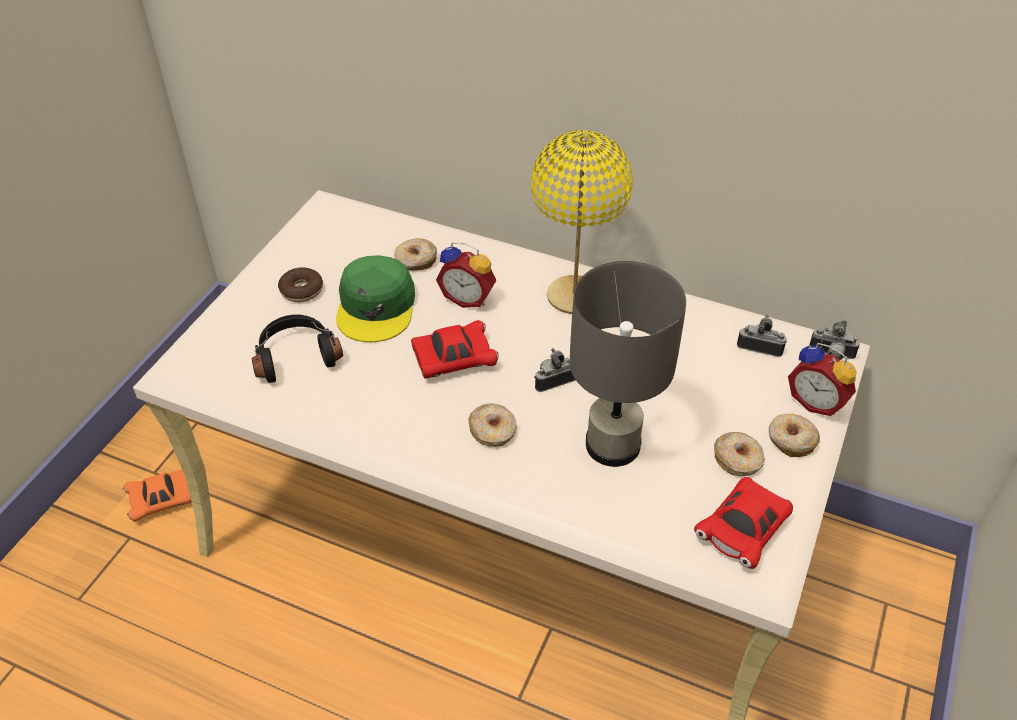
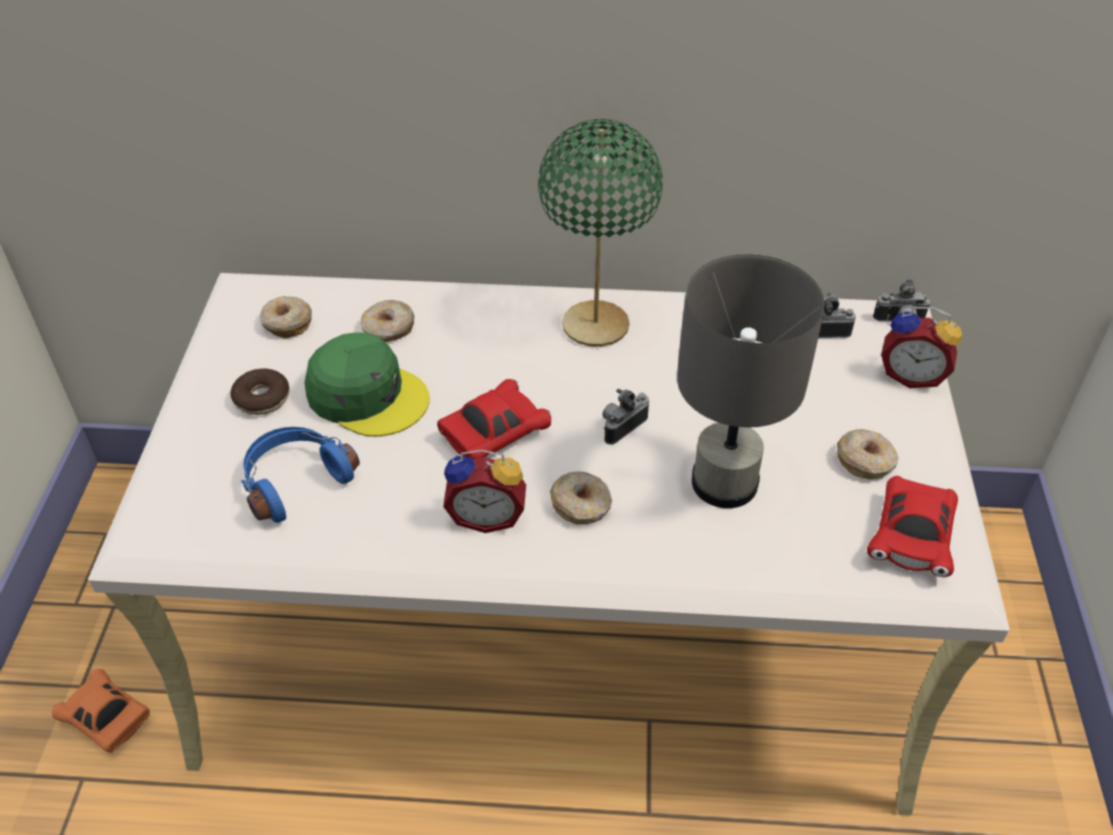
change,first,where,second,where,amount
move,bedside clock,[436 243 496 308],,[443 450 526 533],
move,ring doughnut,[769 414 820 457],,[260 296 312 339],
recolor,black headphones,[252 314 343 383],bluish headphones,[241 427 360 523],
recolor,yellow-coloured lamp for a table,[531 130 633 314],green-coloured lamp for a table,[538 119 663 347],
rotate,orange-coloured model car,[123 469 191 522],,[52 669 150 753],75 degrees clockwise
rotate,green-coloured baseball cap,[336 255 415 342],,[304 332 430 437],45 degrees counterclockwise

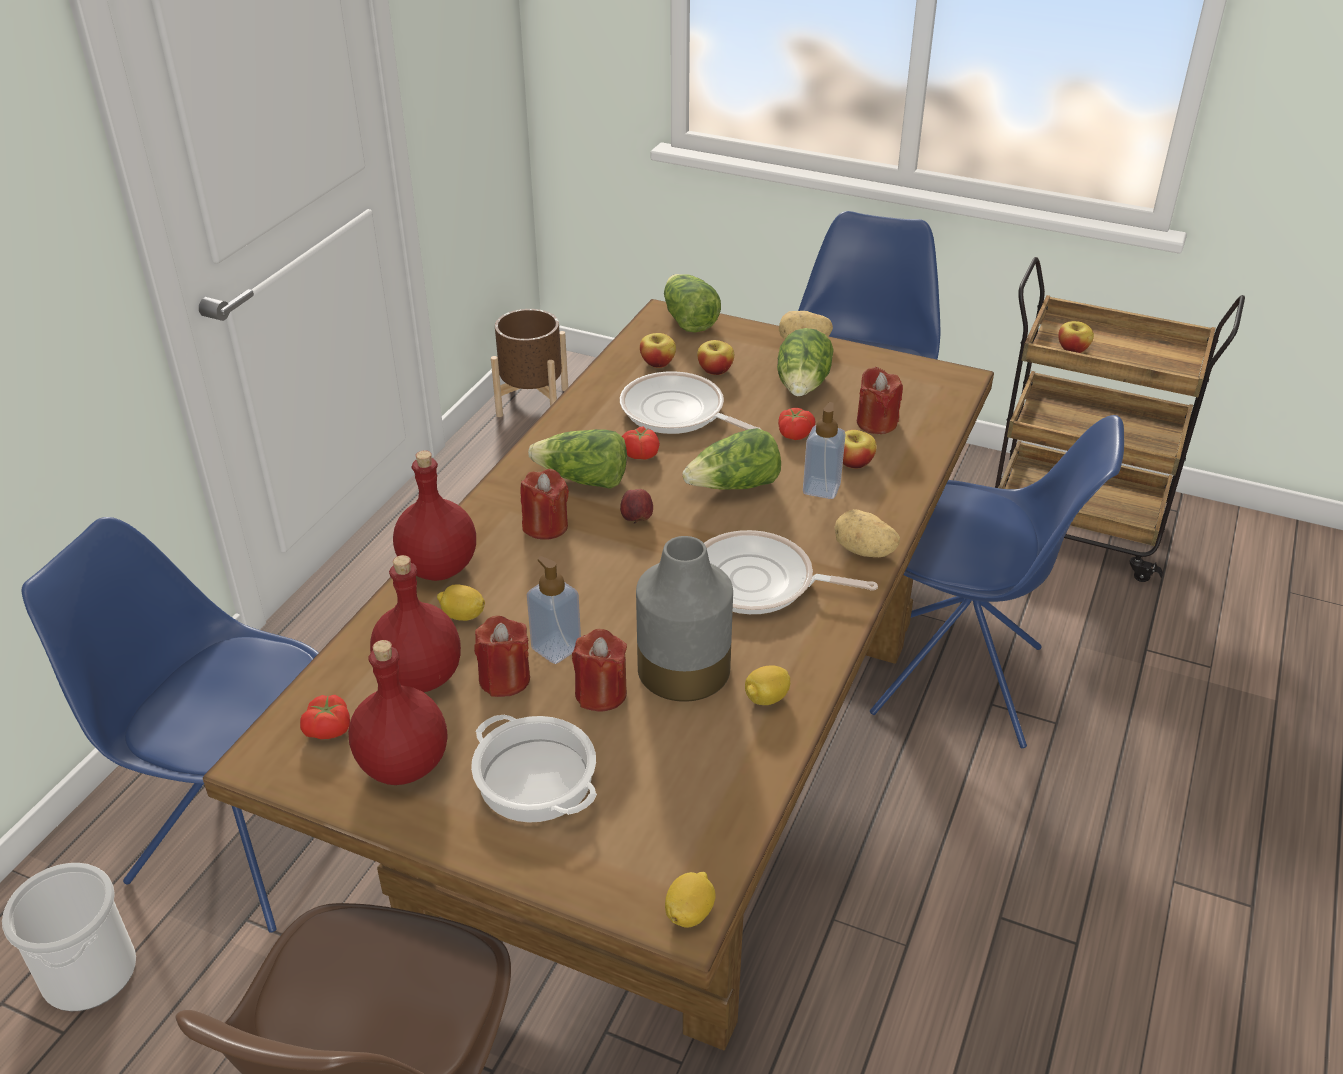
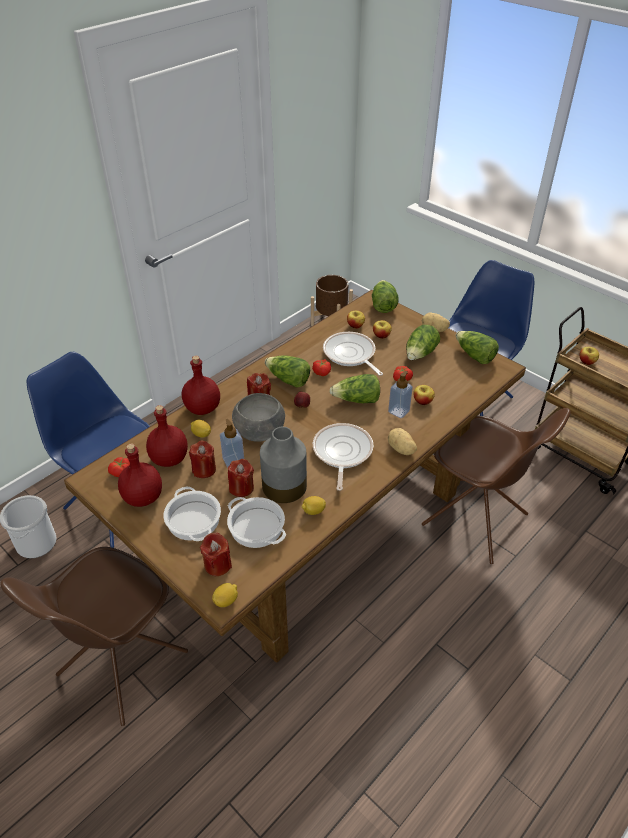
change,first,where,second,where,amount
insert,,,cooking pot,[227 497 286 548],
insert,,,grey deep dish,[232 393 285 442],
insert,,,lettuce head,[456 331 499 364],
move,reddish wax light,[857 367 903 434],,[200 533 232 576],
recolor,bluish upright chair,[870 415 1124 748],brown upright chair,[422 408 571 564],
rotate,frying pan,[704 530 878 614],,[313 423 373 491],60 degrees clockwise

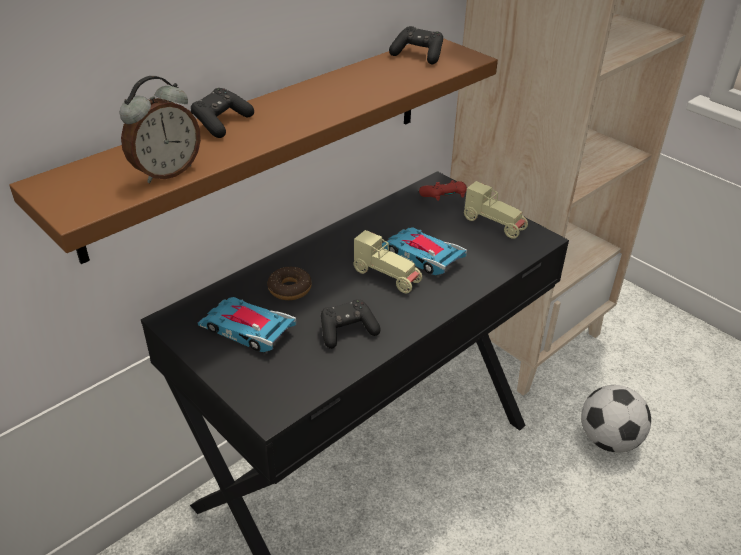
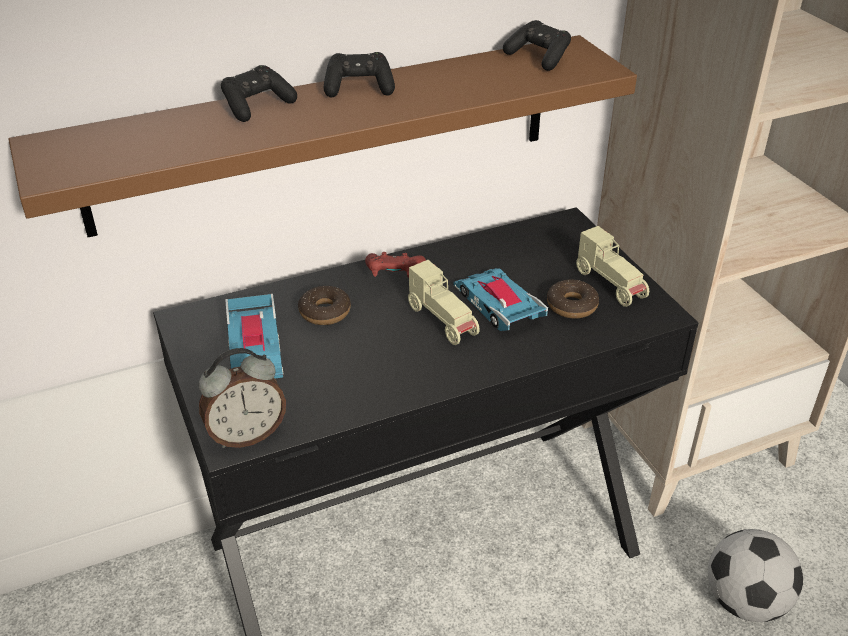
change,first,where,second,where,amount
insert,,,ring doughnut,[547 279 599 319],
move,bedside clock,[119 76 201 183],,[198 348 286 448],
move,black game controller,[321 299 380 349],,[324 52 395 97],
move,reddish game controller,[419 180 467 201],,[365 252 426 278],
rotate,model car,[198 297 296 352],,[225 294 283 378],150 degrees counterclockwise

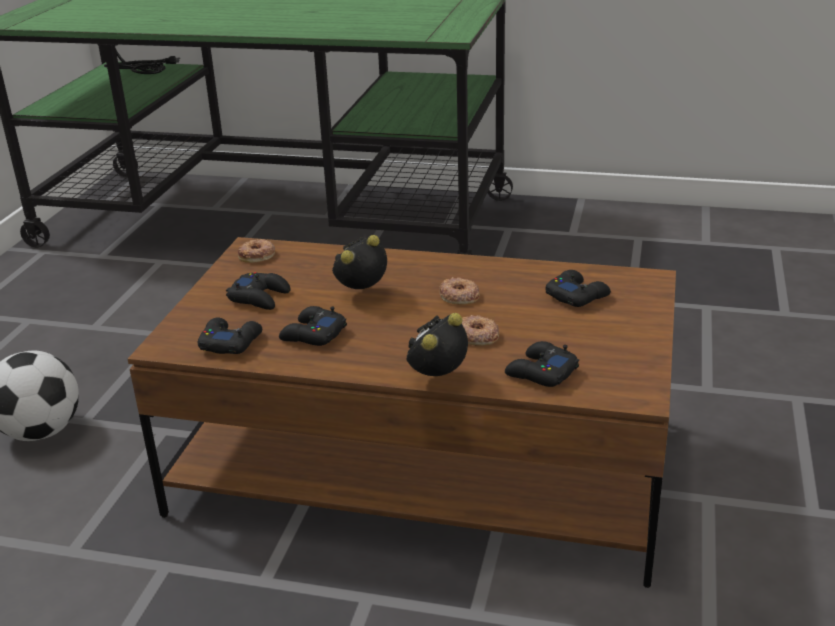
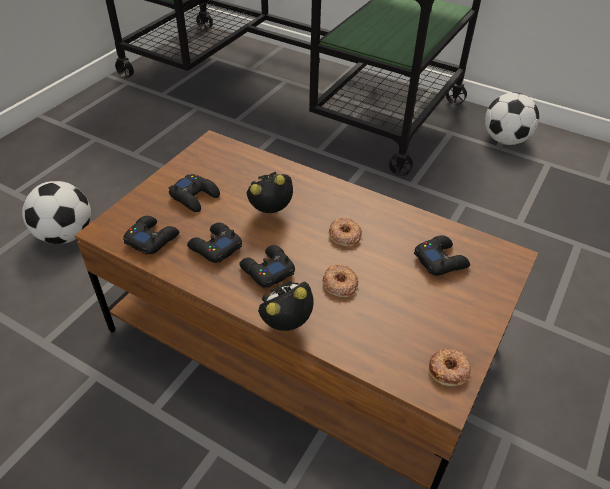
change,first,where,second,where,amount
insert,,,football ball,[485 92 539 145],
move,ring doughnut,[238 239 275 263],,[429 348 471 386],
move,black game controller,[505 341 579 387],,[239 245 295 288],

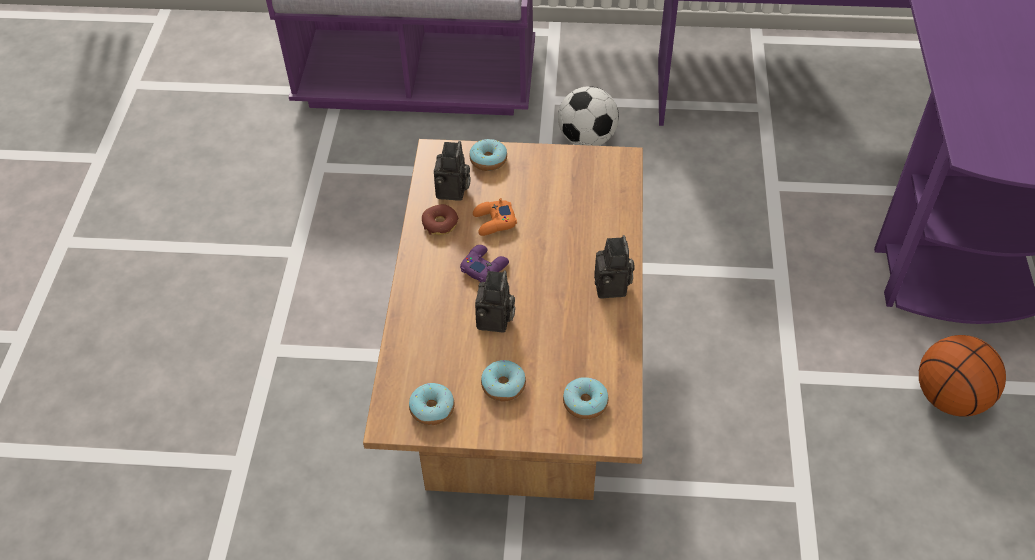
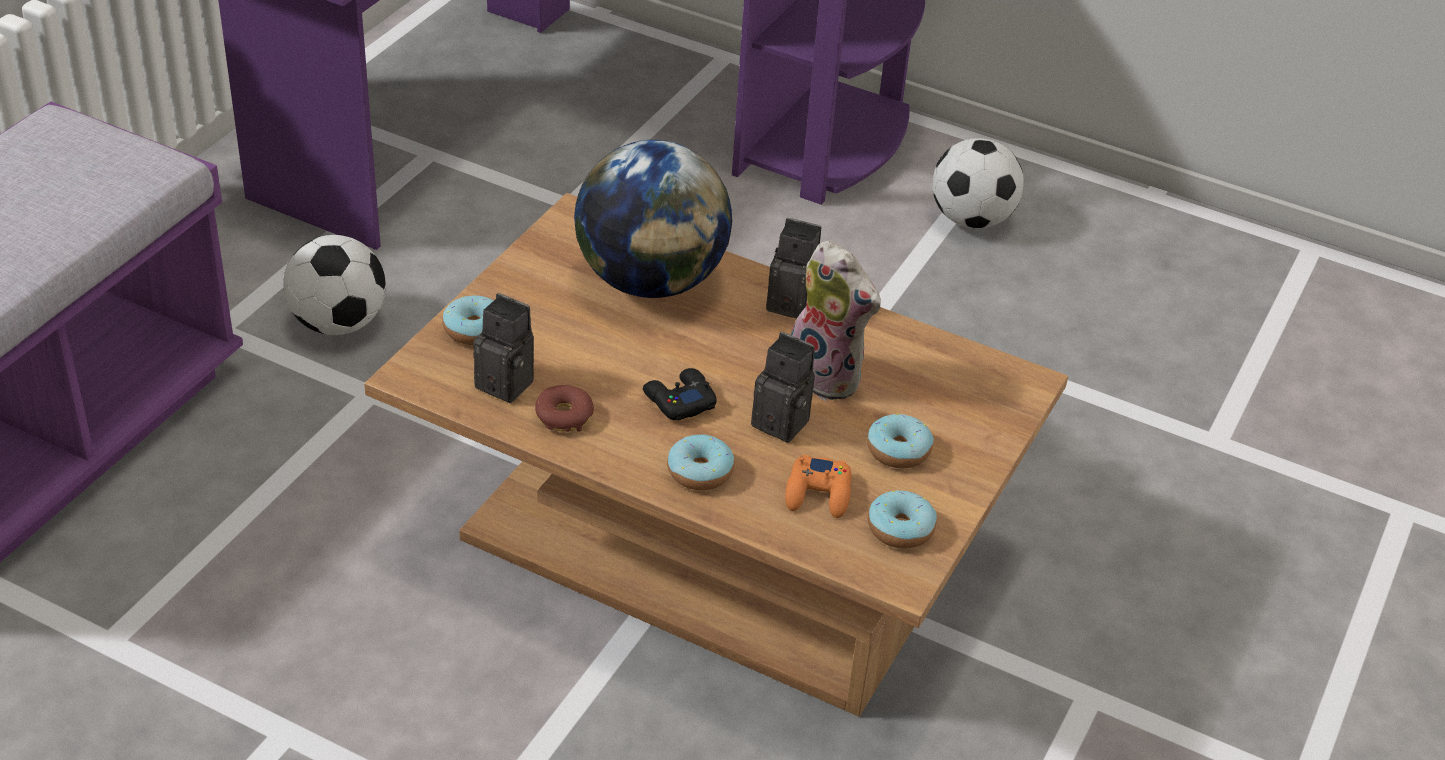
change,first,where,second,where,amount
insert,,,globe,[574 140 732 298],
insert,,,plush toy,[791 240 881 401],
move,orange-coloured game controller,[473 198 517 236],,[785 455 851 518],
move,ring doughnut,[563 377 608 419],,[667 434 734 490],
replace,basketball ball,[919 335 1006 417],football ball,[933 138 1023 229],
recolor,purple game controller,[460 245 509 282],black game controller,[643 368 717 421],

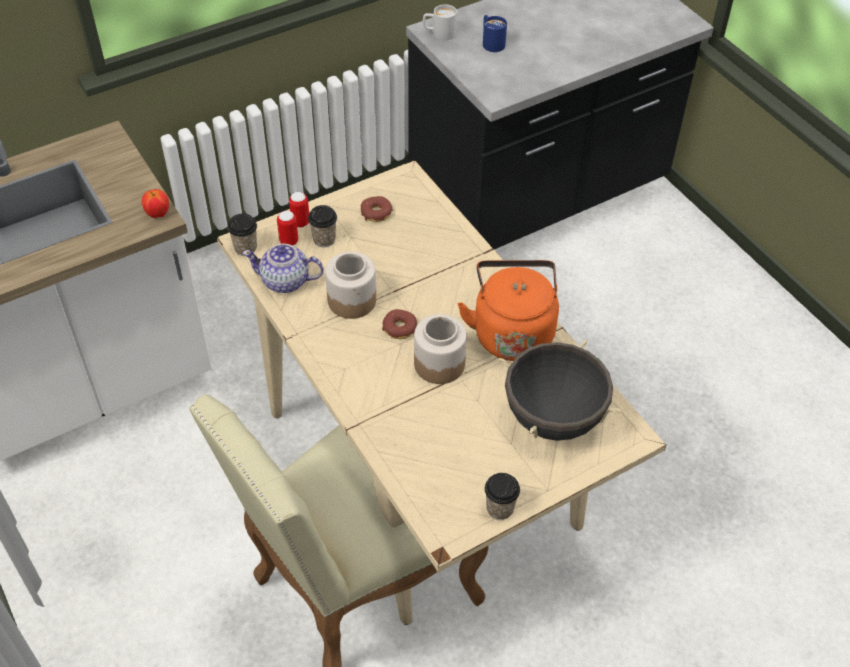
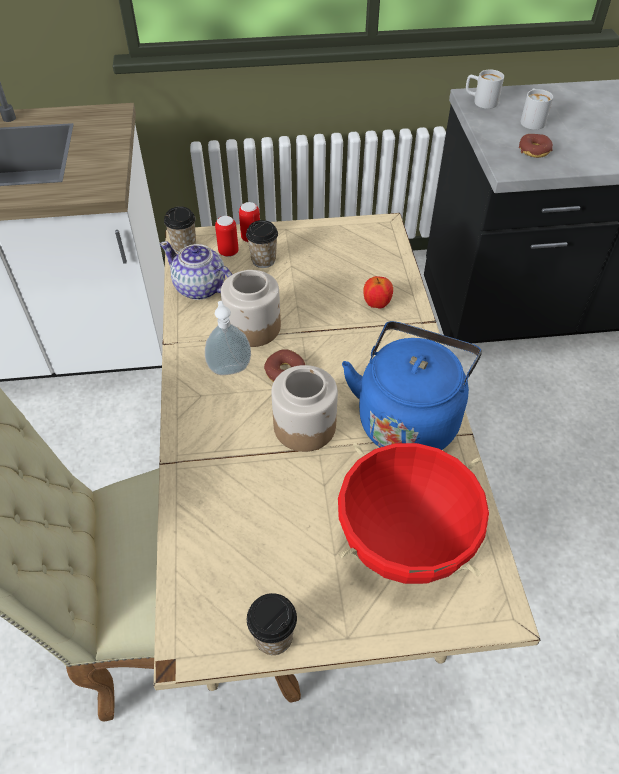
change,first,where,second,where,amount
insert,,,soap bottle,[205 301 251 375],
move,apple fruit,[142 189 169 218],,[363 276 393 309],
move,ring doughnut,[361 196 393 222],,[519 134 553 158],
recolor,orange-coloured kettle,[458 260 559 361],bluish kettle,[342 321 482 450],
recolor,bluish mug,[483 15 507 52],whitish mug,[520 88 553 130],
recolor,black cooking pot,[499 339 622 441],reddish cooking pot,[338 443 489 584],

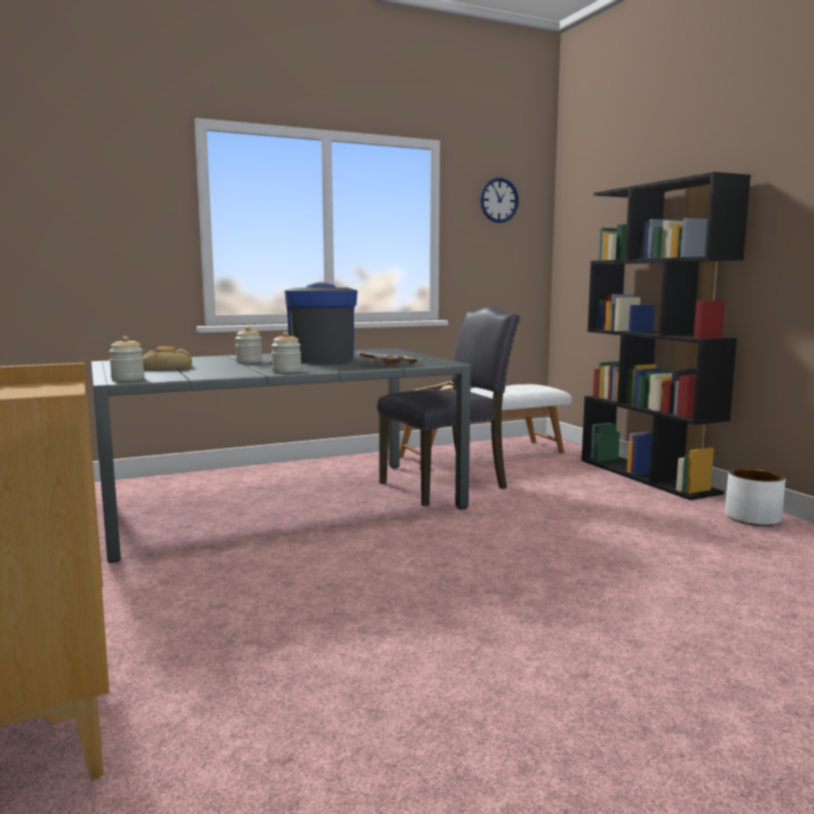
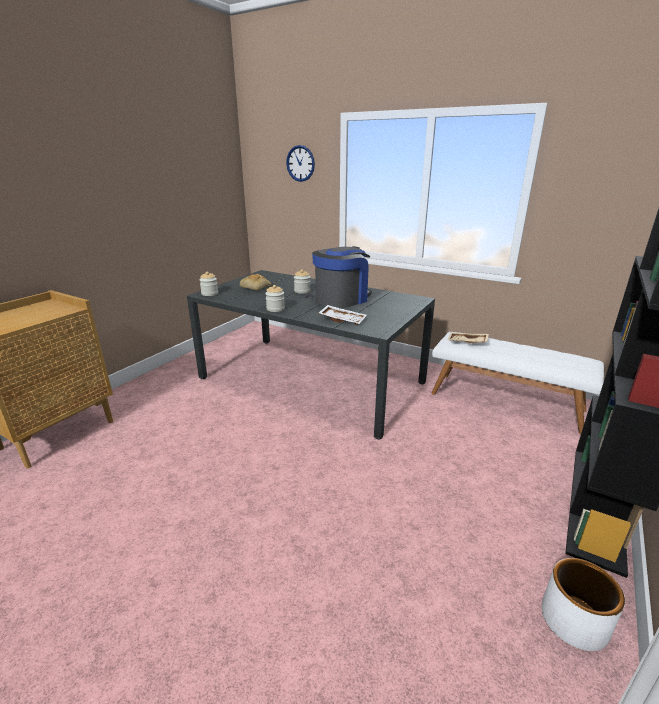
change,first,where,second,where,amount
delete,grey upright chair,[377 307 520 506],,,
move,clock on the wall,[480 177 519 223],,[286 145 315 182],

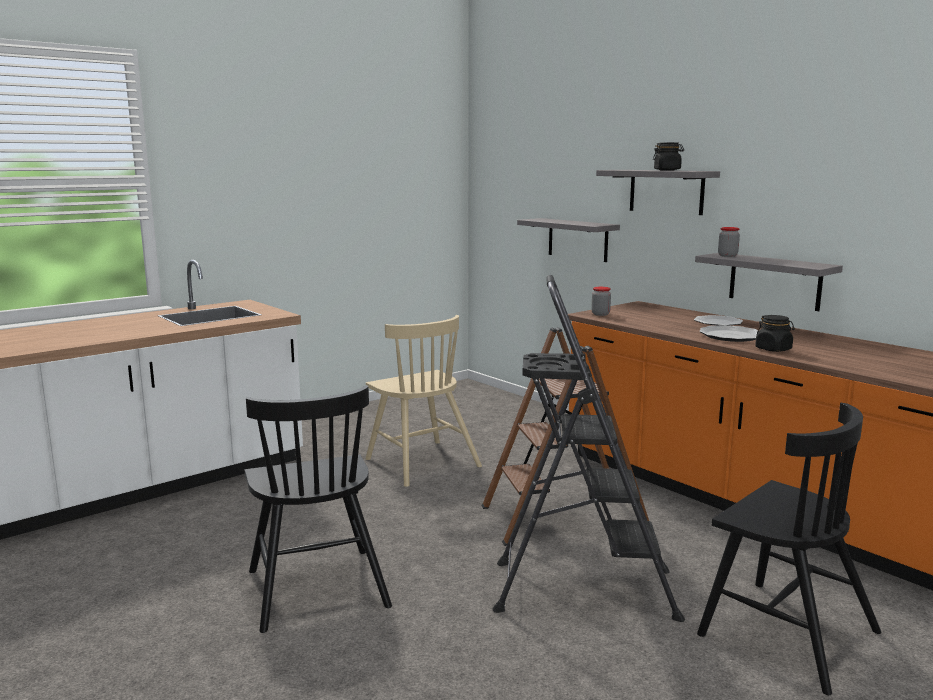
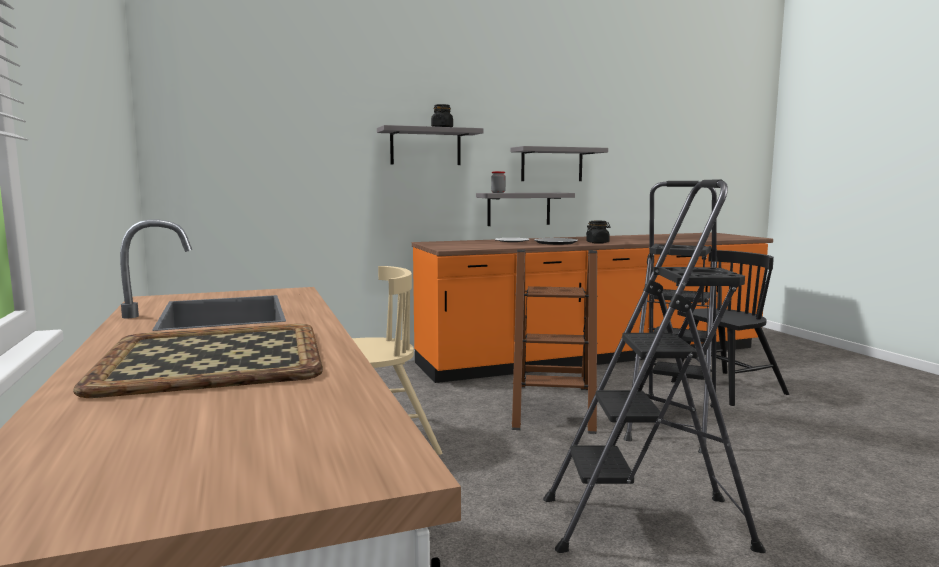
change,first,where,second,where,amount
delete,jar,[591 287 611 316],,,
insert,,,serving tray,[73 324 323 398],
move,grey wall shelf,[517 218 620 262],,[510 146 608 181],
replace,black upright chair,[245 385 392 633],step ladder,[543 180 766 553],

